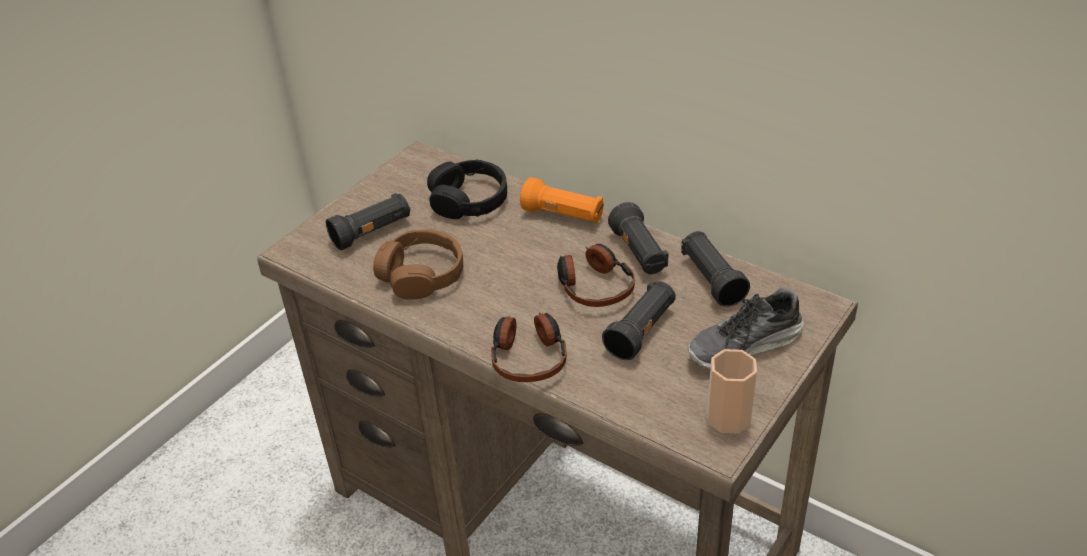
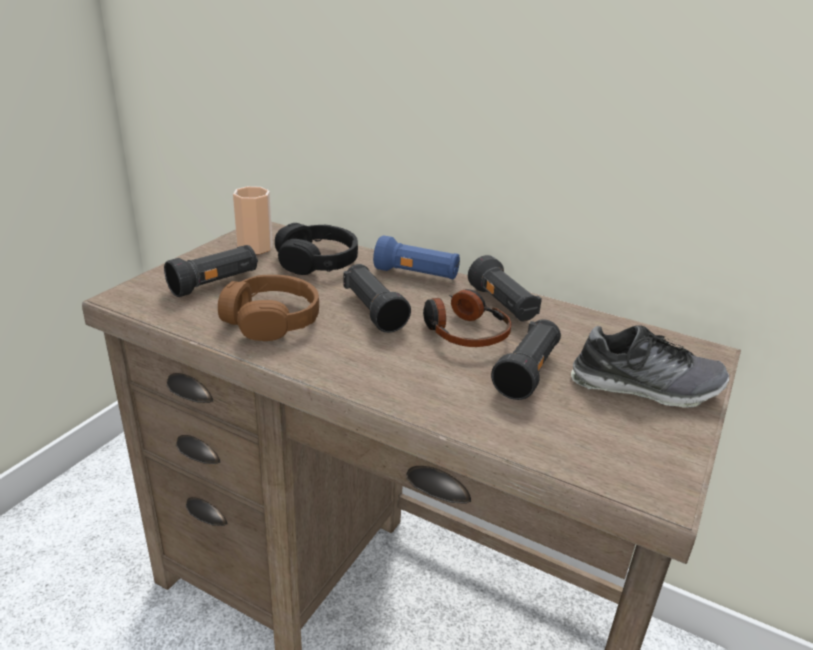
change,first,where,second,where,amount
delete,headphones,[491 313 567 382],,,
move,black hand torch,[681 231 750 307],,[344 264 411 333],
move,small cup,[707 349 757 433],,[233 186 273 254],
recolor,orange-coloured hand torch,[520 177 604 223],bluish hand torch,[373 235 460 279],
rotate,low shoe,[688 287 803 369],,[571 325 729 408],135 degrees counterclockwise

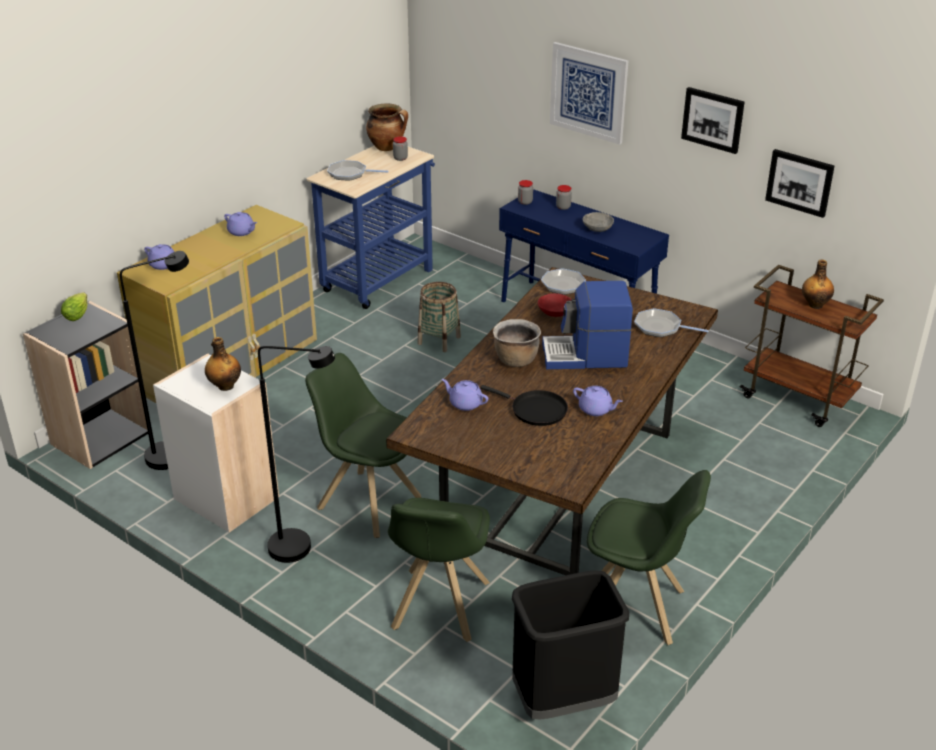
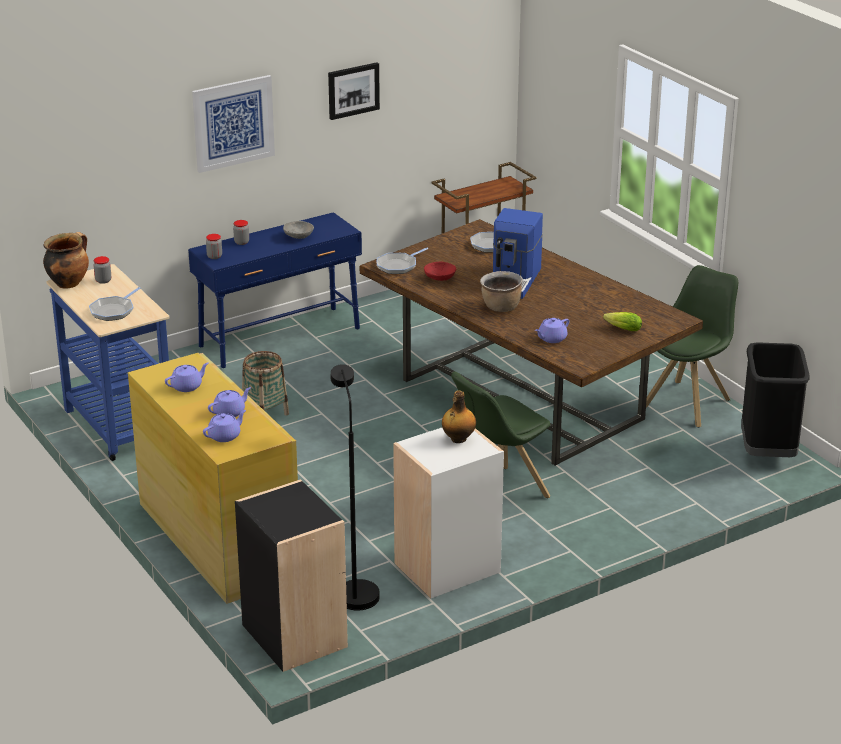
change,first,where,second,where,amount
delete,black floor lamp,[258 346 335 563],,,
delete,green-coloured upright chair,[388 498 490 642],,,
delete,black frying pan,[480 385 568 426],,,
delete,wall picture,[765 149 834 218],,,
delete,drink bottle,[802 260 834 309],,,
move,lettuce head,[61 292 87 321],,[603 312 642 331],
move,purple pot for tea,[573 386 623 416],,[208 387 251 417],

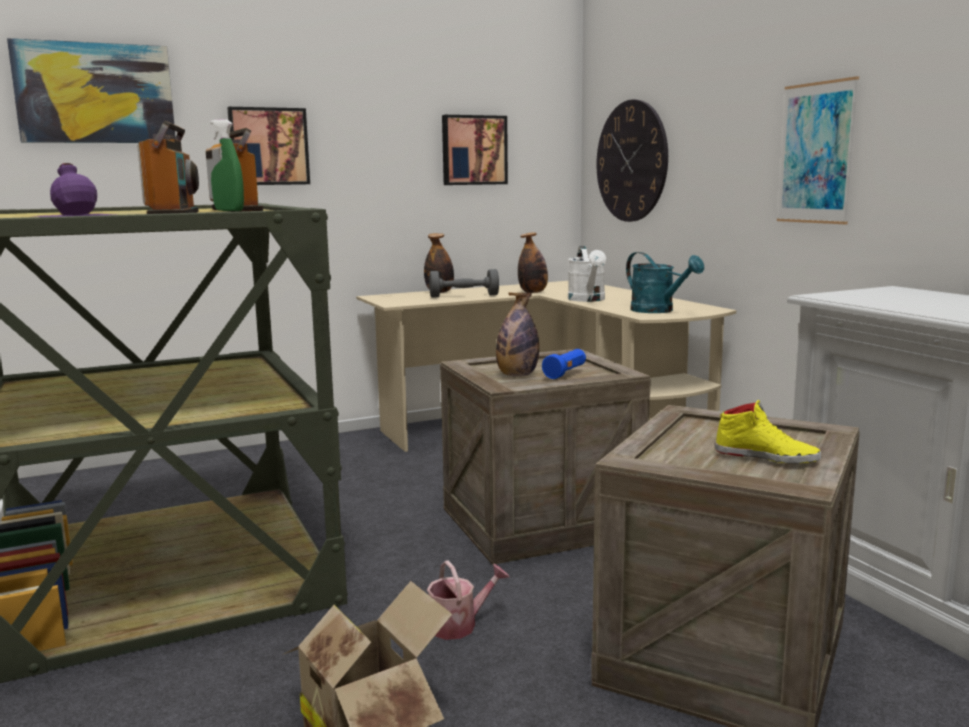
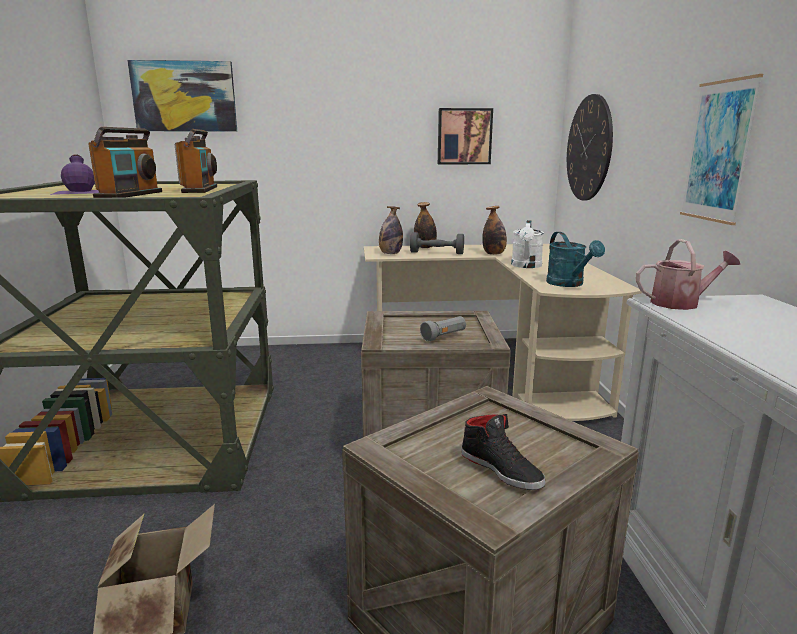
change,first,where,second,where,amount
delete,green-coloured hand sprayer,[210 119 244 211],,,
delete,wall picture,[227 107 310 185],,,
move,watering pot,[427 560 509 640],,[636 239 740 310],
move,drink bottle,[496 292 539 377],,[379 206 403 254],
recolor,bluish hand torch,[542 349 586 379],grey hand torch,[420 316 466 342],
recolor,yellow-coloured low shoe,[715 400 821 463],black low shoe,[461 414 545 490],

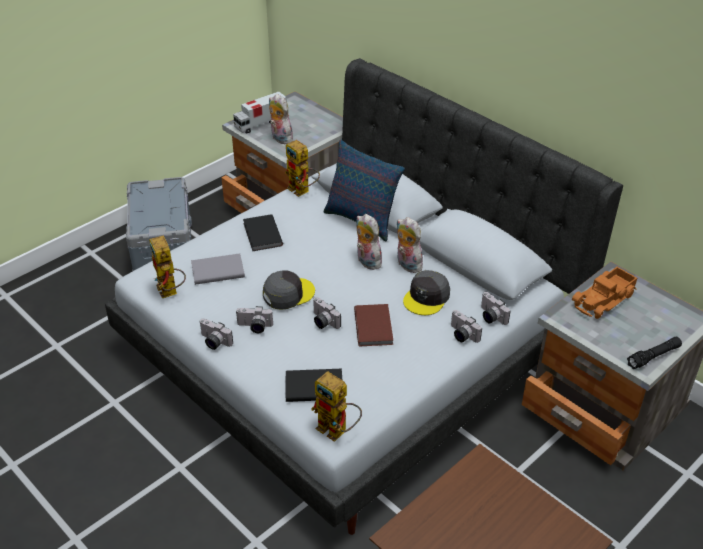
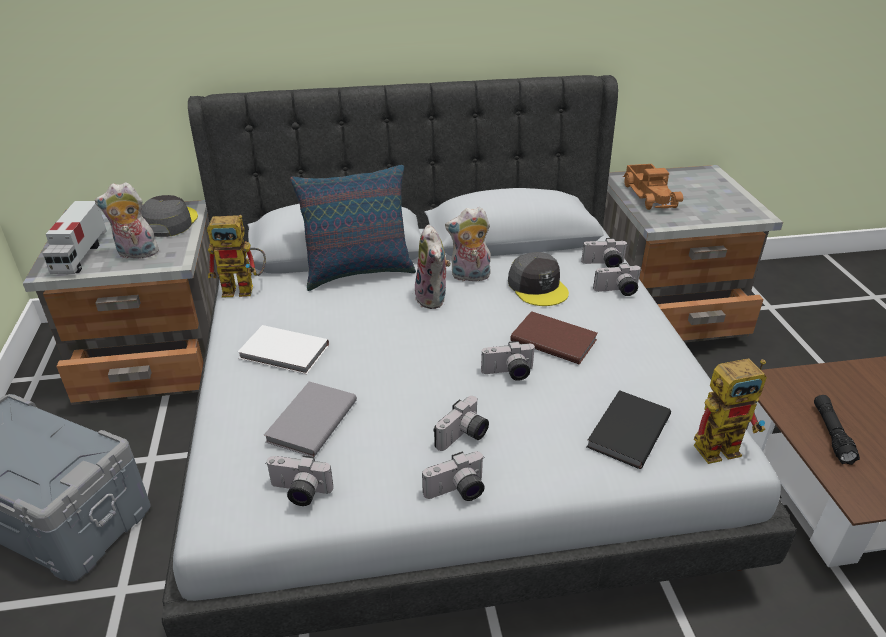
change,first,where,second,where,amount
move,grey baseball cap,[263 270 315 310],,[141 195 198 237],
move,black hand torch,[627 337 682 369],,[814 395 860 465],
replace,model robot,[149 236 186 298],still camera,[267 455 333 506],
recolor,black volume,[243 214 283 251],whitish volume,[238 325 329 374],
rotate,plush toy,[356 214 382 270],,[415 224 451 309],105 degrees counterclockwise

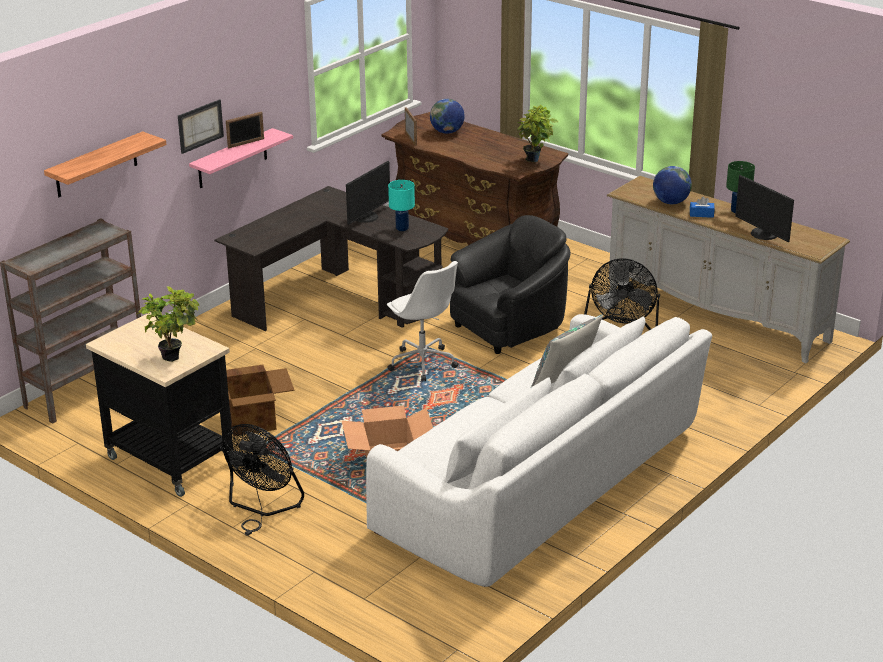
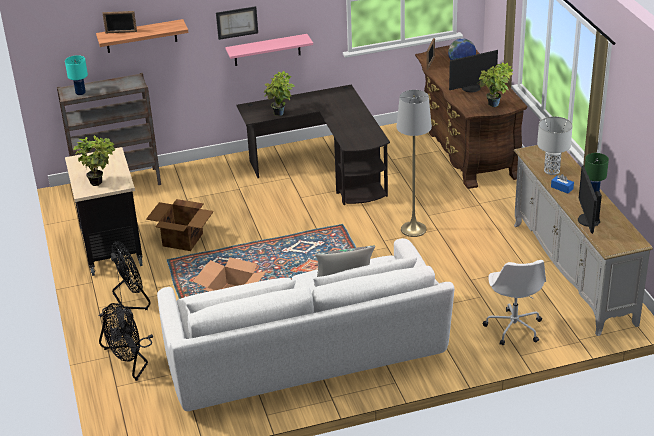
change,first,where,second,where,amount
insert,,,plant in a pot,[264 71 295 116],
move,standing frame,[226 112 264 148],,[102 11 137 33],
move,monitor,[346 161 390 225],,[449 50 498 92],
move,whitish desk chair,[387 261 458 381],,[482 260 546 345],
move,blue-green lamp for a table,[388 180 415 231],,[65 55 88 95],
move,black cooling fan,[584 258 660 330],,[99 303 153 381],
replace,black lounge chair,[450 215 571 354],grey floor lamp,[396 90 432 237],
replace,globe,[653 166 692 204],whitish lamp for a table,[537 116 573 175],

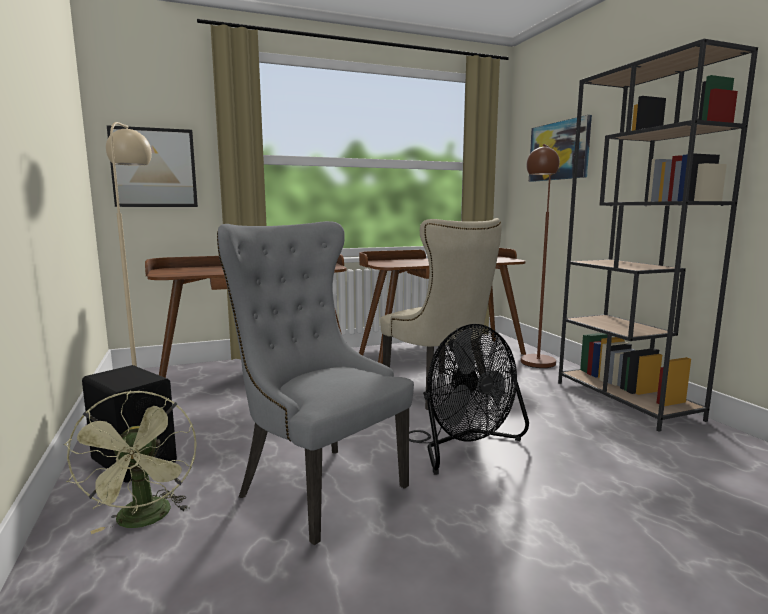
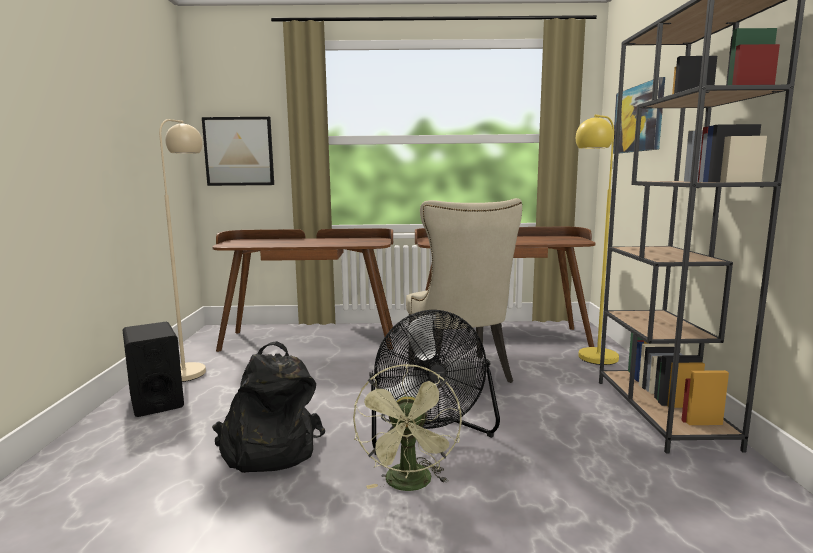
change,first,where,second,where,amount
move,green-coloured cooling fan,[64 390 197 534],,[353 364 462 491],
replace,grey upright chair,[217 221 414 545],black backpack,[212 341 325 473],
recolor,brown floor lamp,[521 144 560 368],yellow-coloured floor lamp,[576 115 619 365],

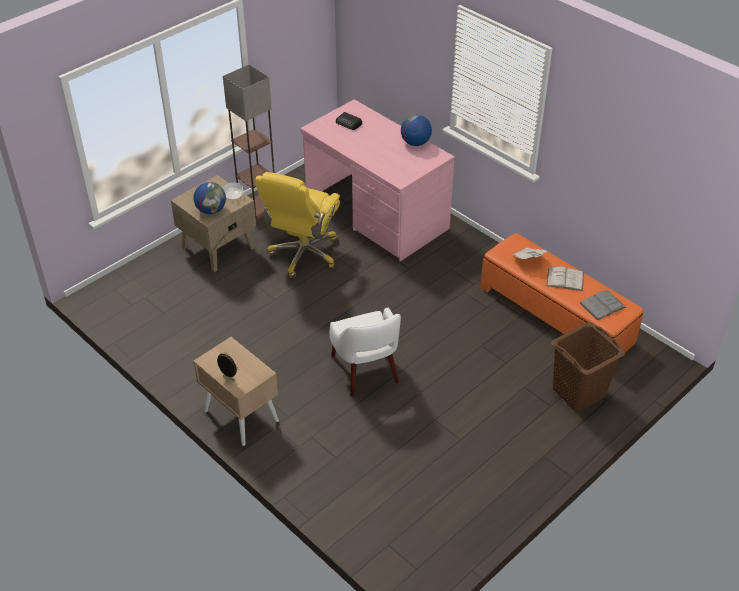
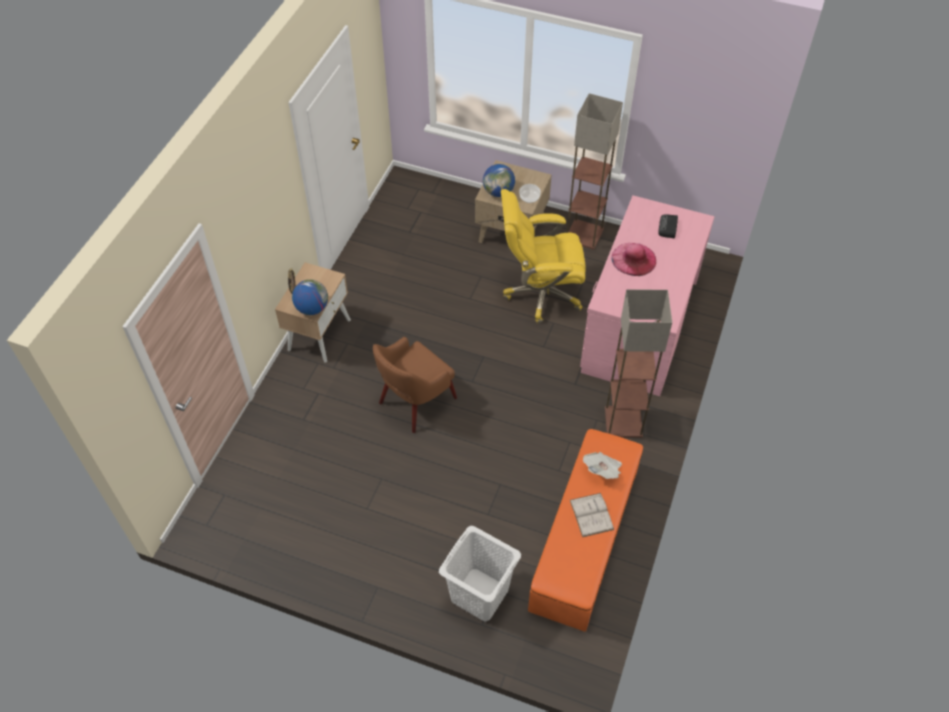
change,first,where,second,where,amount
delete,grey volume,[580 290 626 320],,,
insert,,,floor lamp,[605 289 672 438],
insert,,,pinkish clothing hat,[611 243 656 276],
move,globe,[401 114 432 146],,[292 279 328 315],
recolor,whitish lounge chair,[330 308 401 396],brown lounge chair,[373 337 457 433],
recolor,brown hamper,[551 322 626 411],whitish hamper,[439 526 521 622],

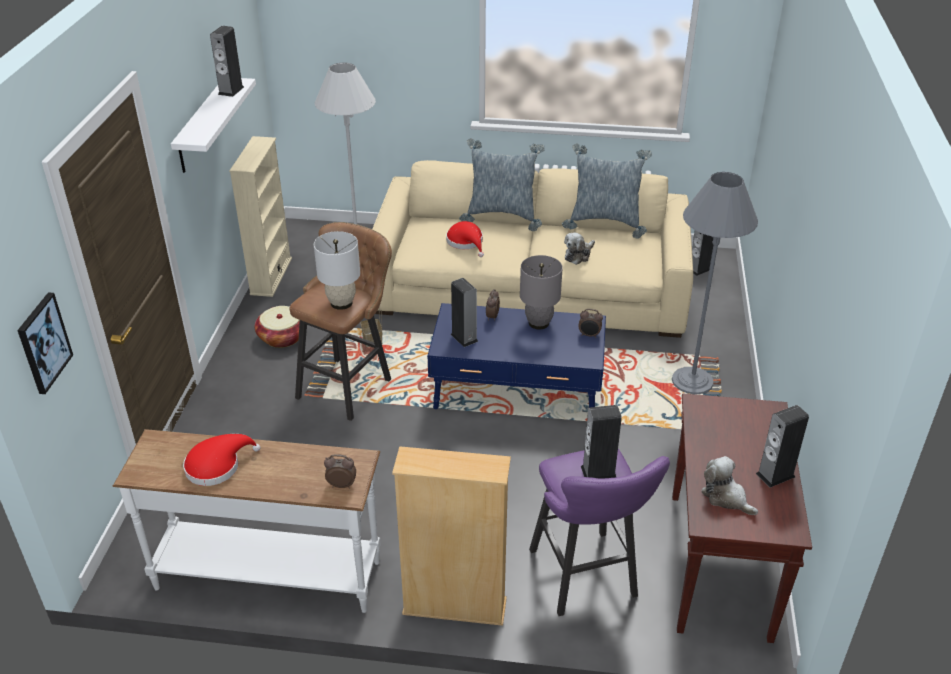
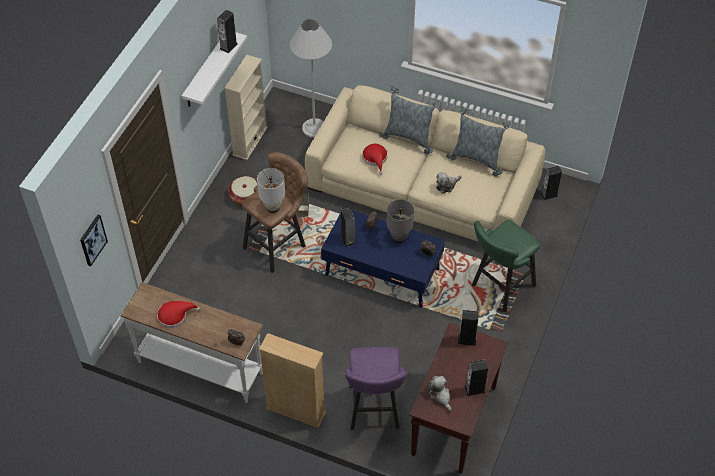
change,first,where,second,where,amount
move,audio speaker,[581 405 622 478],,[458 310 479 346],
replace,grey floor lamp,[672 172 758 394],green-coloured sitting stool,[472 220 541 312],

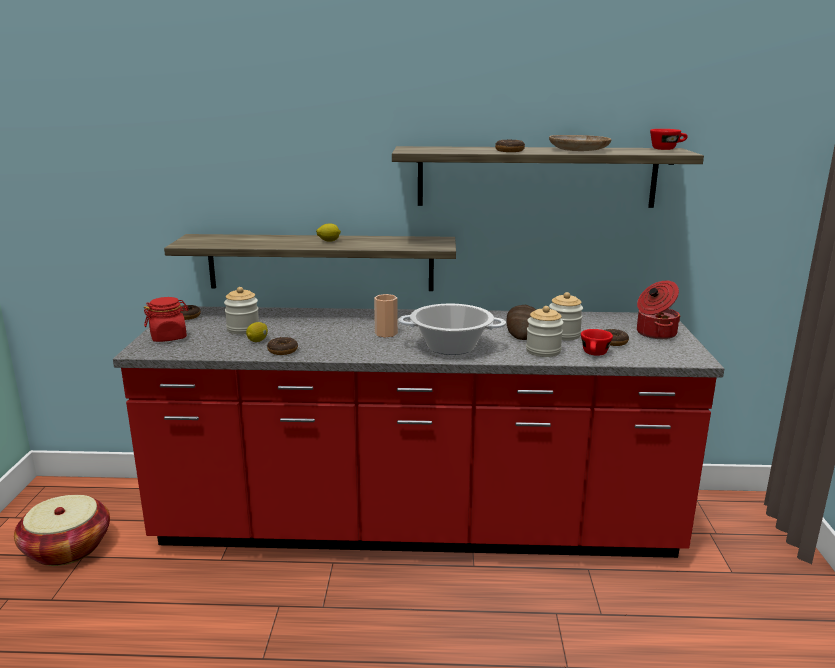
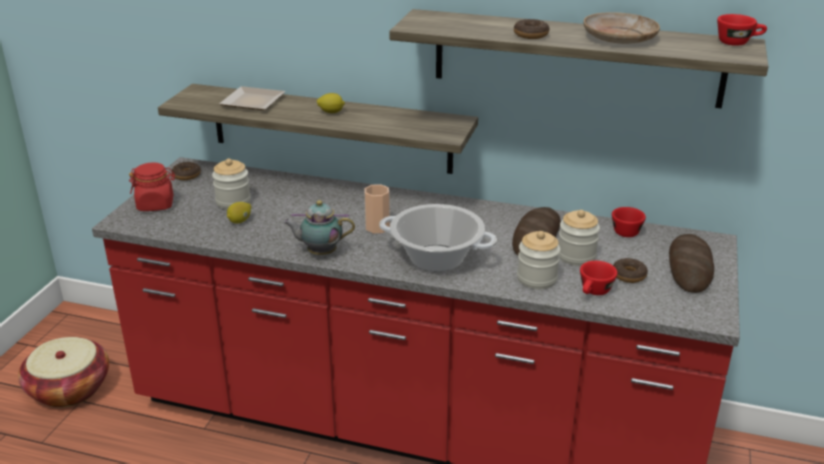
change,first,where,second,where,amount
delete,ring doughnut,[267 337 298 355],,,
insert,,,dinner plate,[219 86 285 110],
insert,,,pot for tea,[283 200 355 255],
insert,,,reddish small cup,[612 207 646 237],
replace,cooking pot,[637 281 681 339],bread,[669 234 714 293],

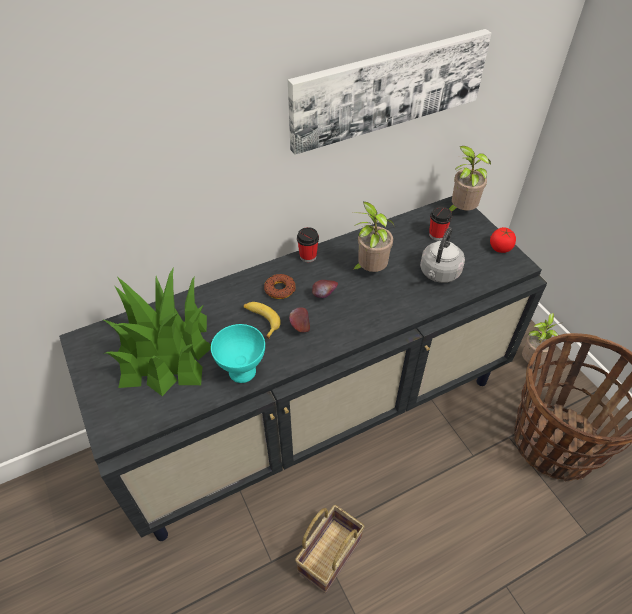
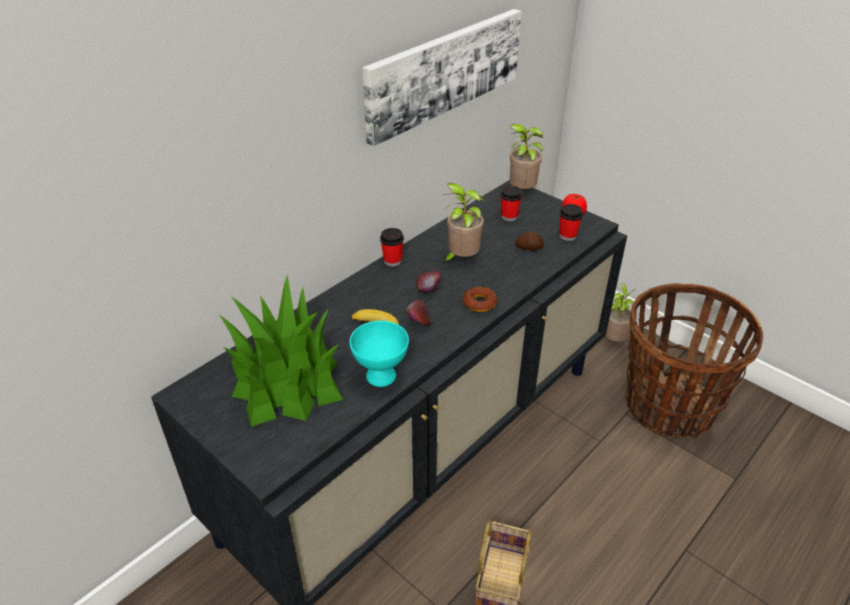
change,first,where,second,where,amount
insert,,,small cup,[559 204 583 241],
move,ring doughnut,[264 274 296 299],,[463 286 498 312],
replace,grey kettle,[420 227 465 283],potato,[515 231 544 251],

